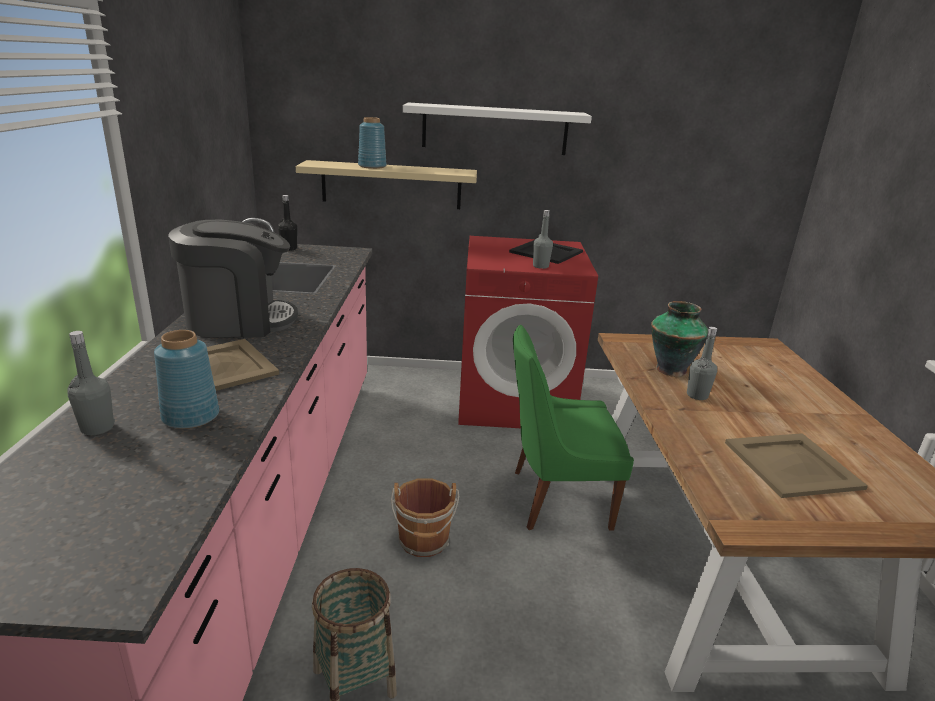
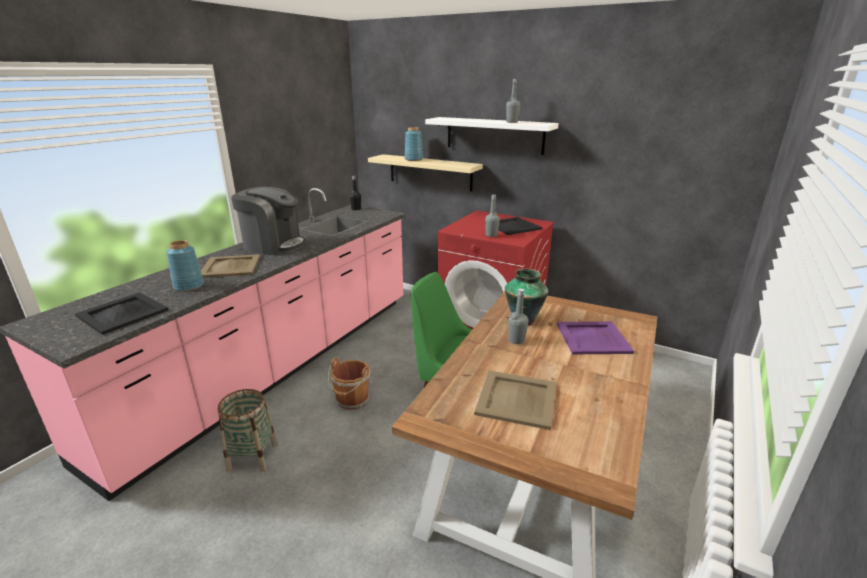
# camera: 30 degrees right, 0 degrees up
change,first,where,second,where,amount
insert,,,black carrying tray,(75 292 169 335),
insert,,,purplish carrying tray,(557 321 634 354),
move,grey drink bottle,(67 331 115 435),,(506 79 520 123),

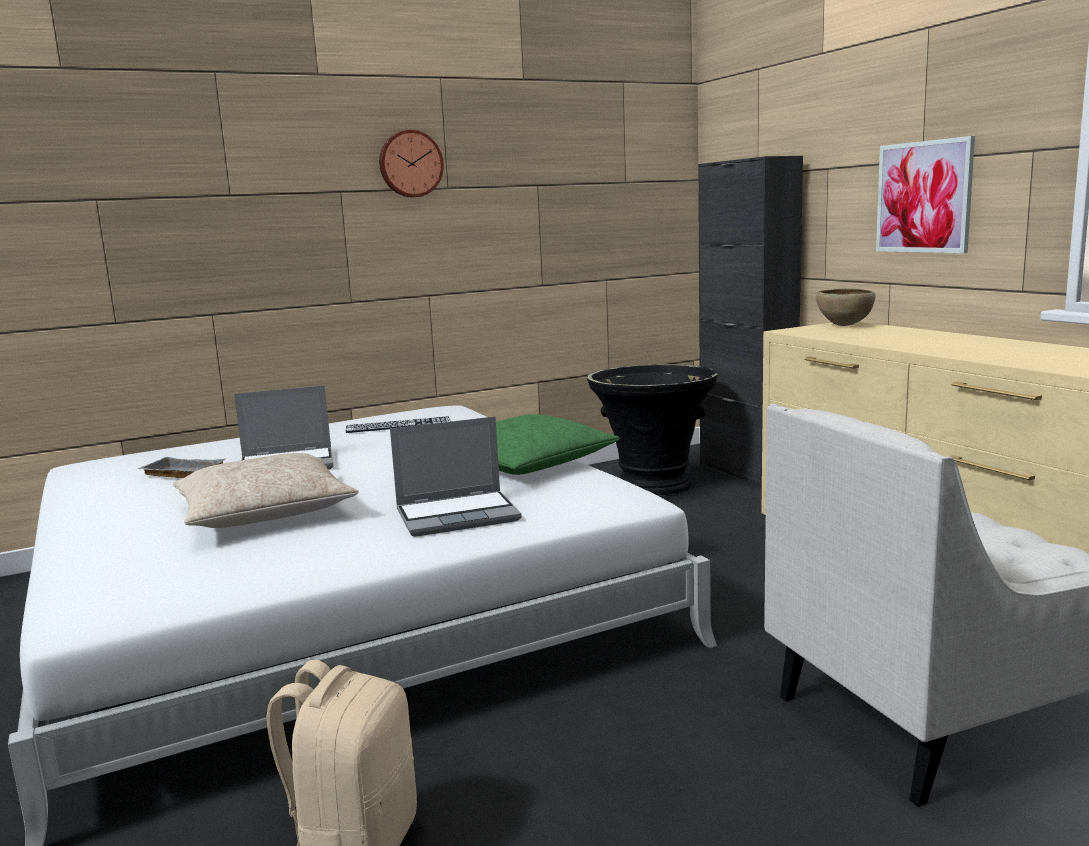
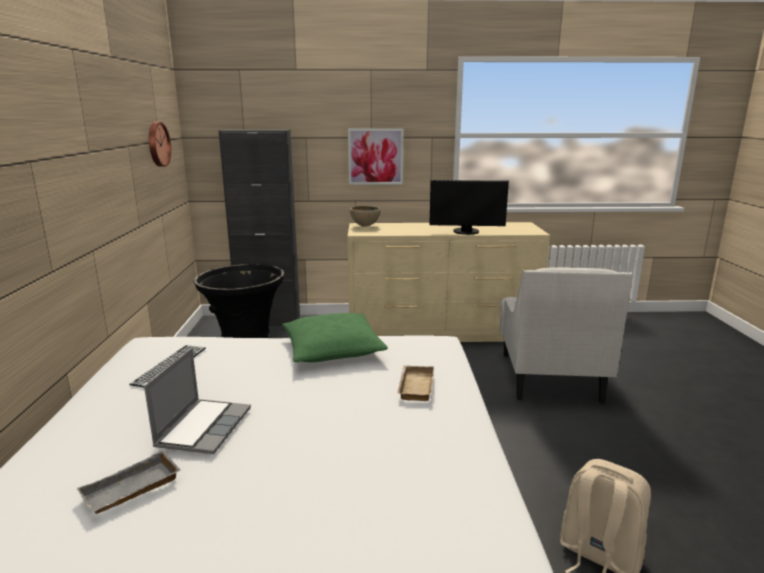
# camera: 65 degrees left, 5 degrees up
change,first,where,second,where,amount
delete,beige throw pillow,(173 453 359 528),,,
insert,,,computer screen,(429 180 509 235),
move,clock on the wall,(379 130 444 197),,(149 122 171 167),
replace,laptop,(390 416 522 537),beige carrying tray,(398 366 434 401),

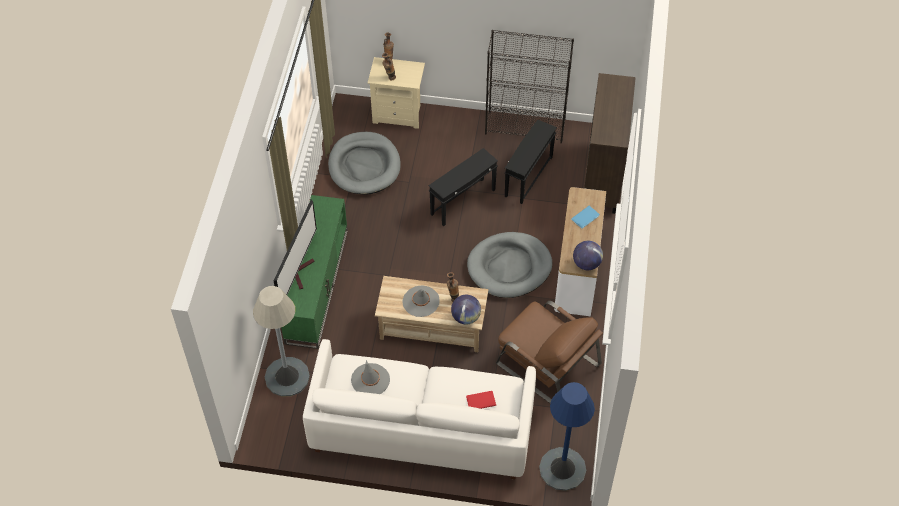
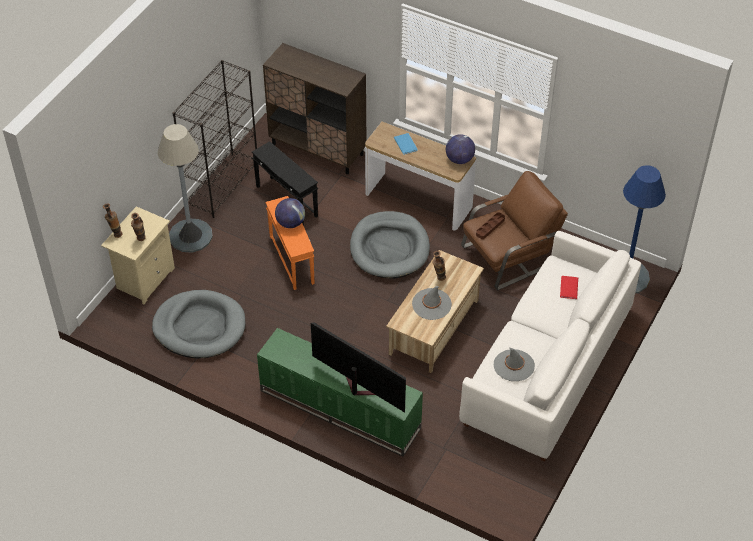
# camera: 70 degrees left, 5 degrees down
change,first,where,second,where,amount
insert,,,brown-coloured carrying tray,(476 212 505 239),
move,grey standing lamp,(253 286 310 397),,(158 124 213 253),
move,globe,(451 295 481 324),,(275 198 305 228),
recolor,black end table,(428 148 498 226),orange end table,(265 196 314 290),

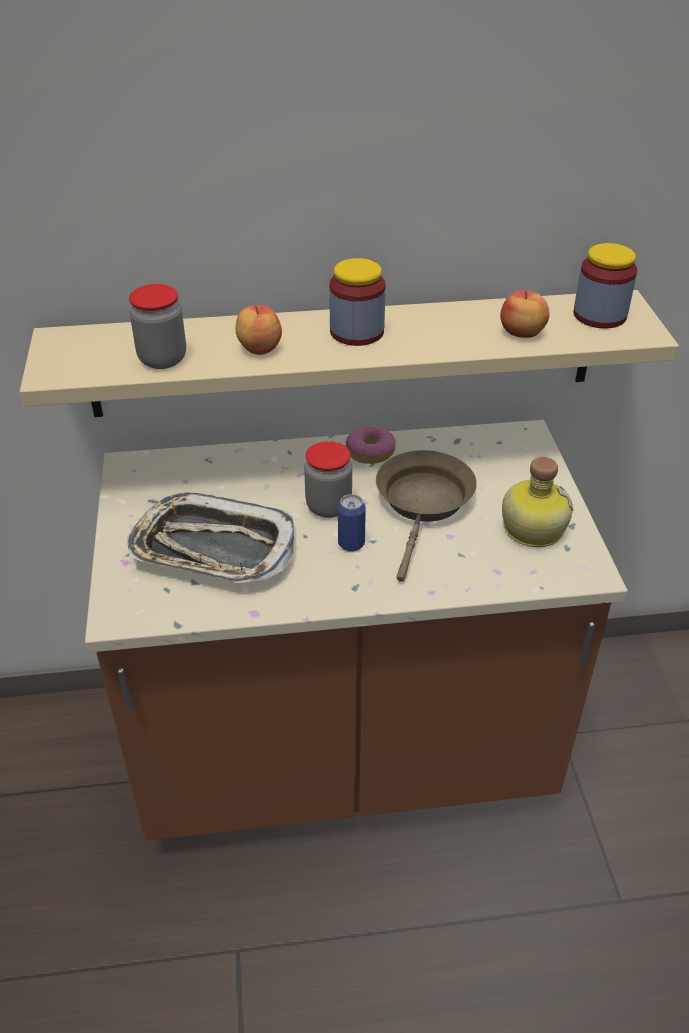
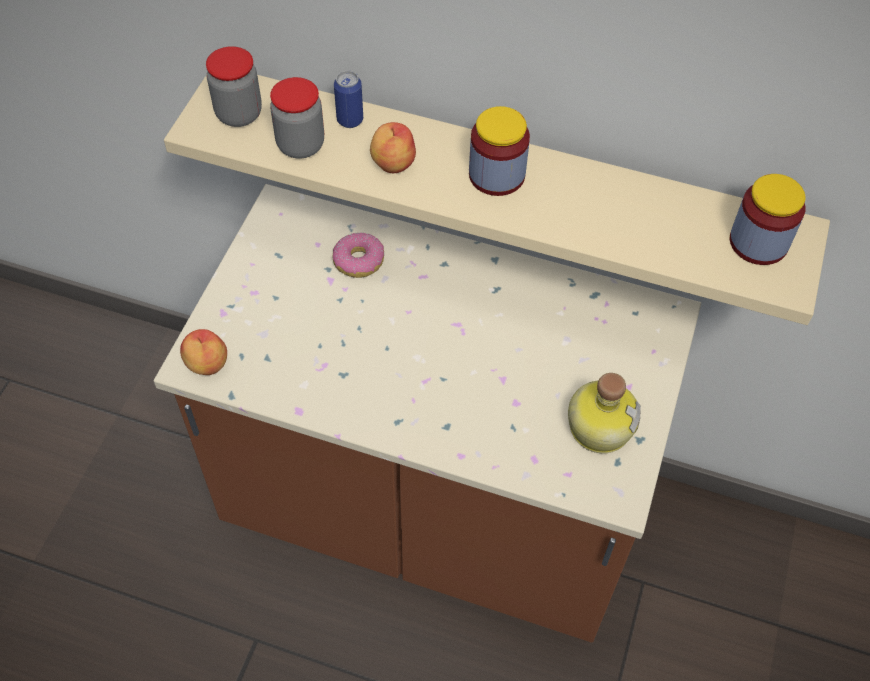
# camera: 25 degrees right, 15 degrees up
change,first,where,second,where,amount
delete,carrying tray,(127 492 294 583),,,
delete,brown-coloured pan,(376 450 477 582),,,
move,storage jar,(304 441 352 518),,(206 46 262 127),
move,metal can,(338 494 366 552),,(334 70 363 128),
move,ring doughnut,(346 425 396 464),,(332 232 384 278),
move,whole apple,(500 290 549 338),,(180 329 227 375),

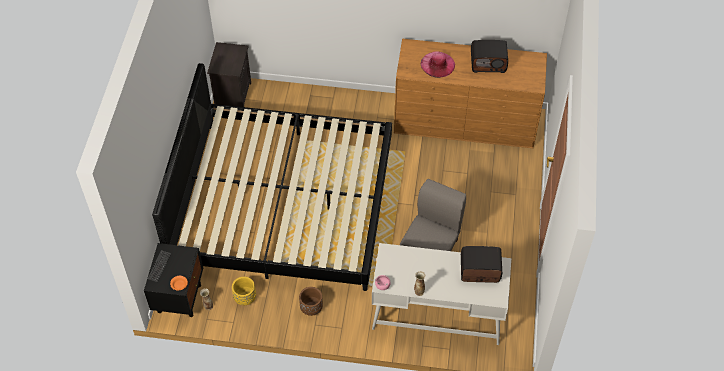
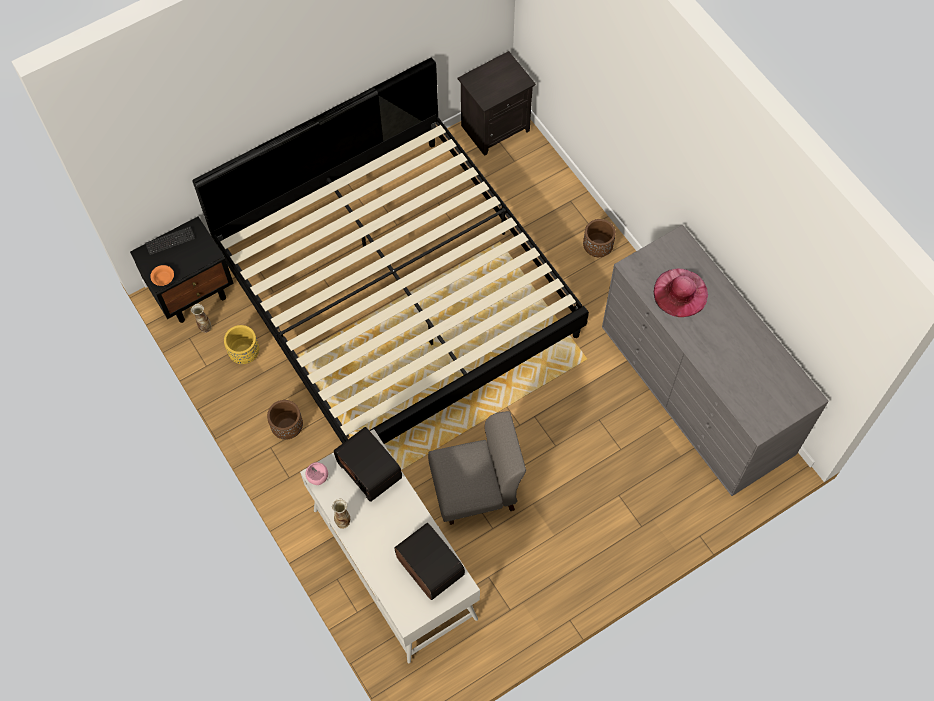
# camera: 50 degrees right, 10 degrees up
change,first,where,second,where,amount
insert,,,brown-coloured planter,(583 219 616 257),
move,radio set,(471 40 508 73),,(334 427 402 502),
recolor,brown-coloured dresser,(394 39 547 148),grey dresser,(602 225 829 496),

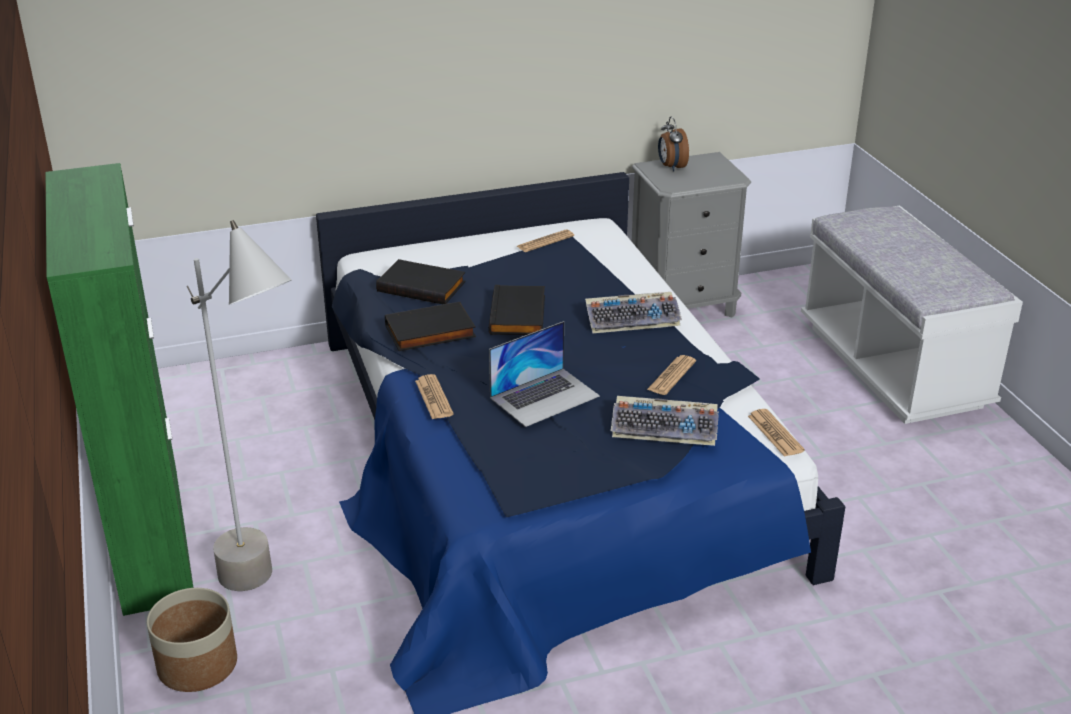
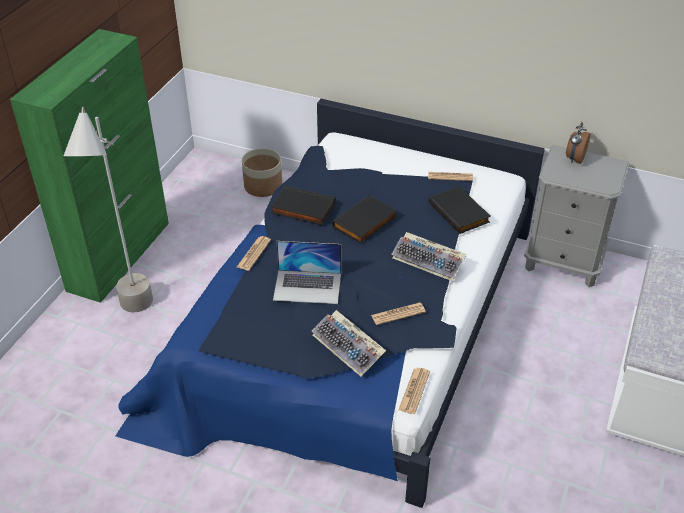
# camera: 40 degrees right, 10 degrees up
change,first,where,second,where,amount
move,planter,(147 588 237 692),,(242 148 282 197),
move,black book,(376 259 466 304),,(429 186 491 234),

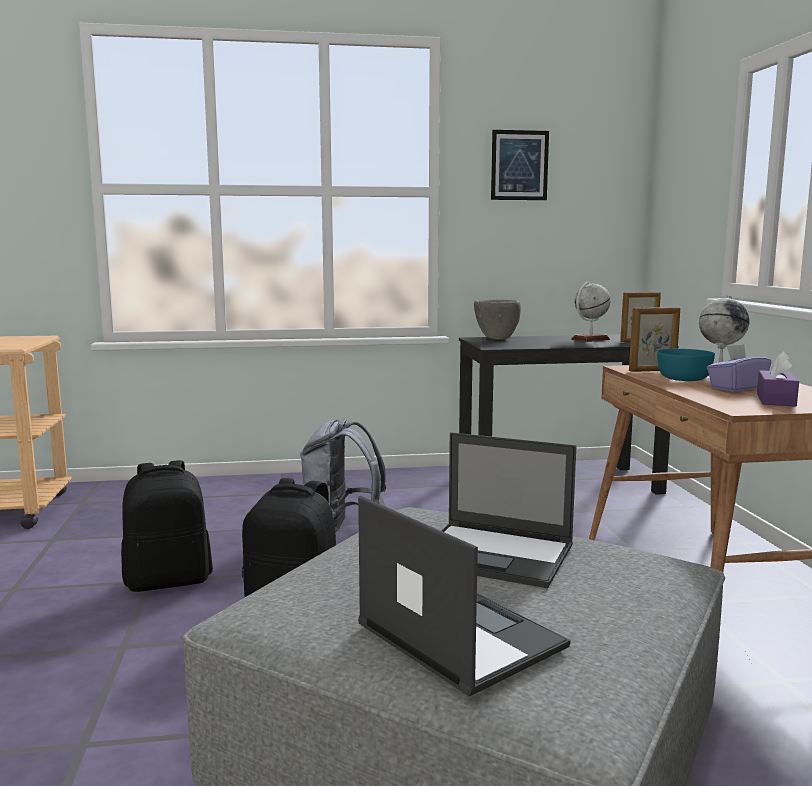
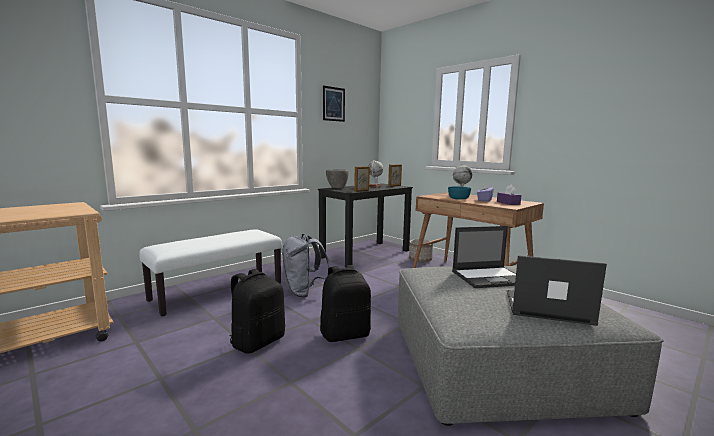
# camera: 35 degrees left, 0 degrees up
change,first,where,second,where,amount
insert,,,whitish long seat,(139 230 282 316),
insert,,,planter,(409 239 433 262),
move,photo frame,(629 307 680 372),,(354 166 370 192),

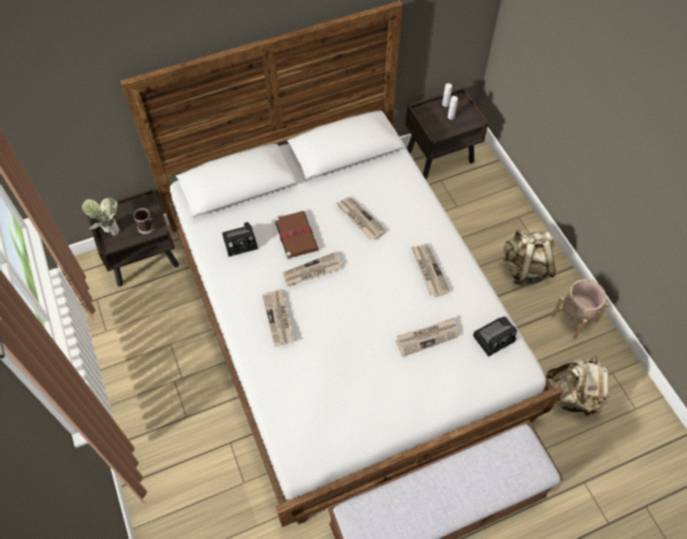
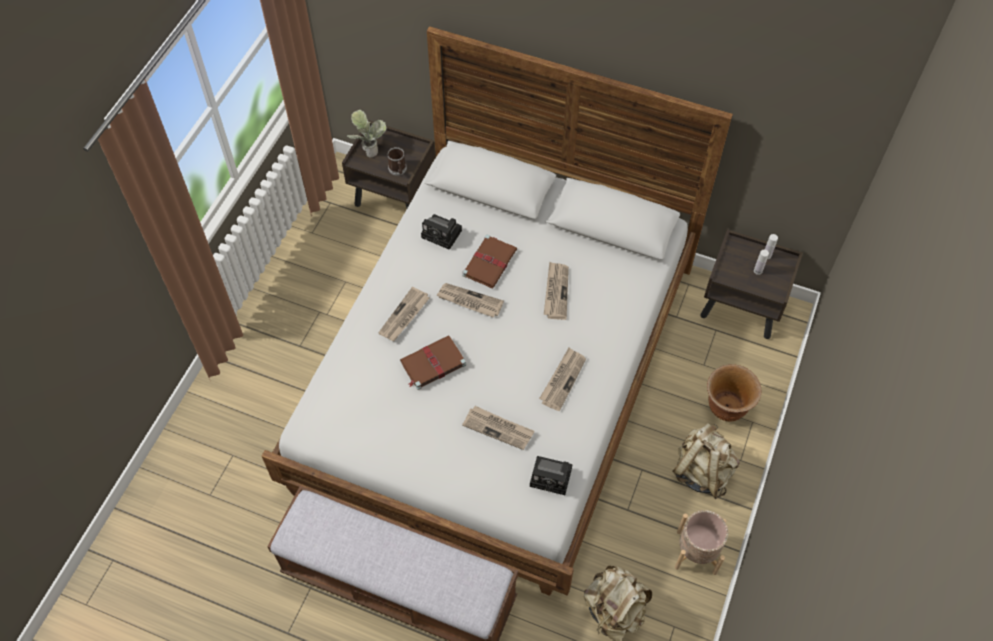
# camera: 45 degrees right, 0 degrees up
change,first,where,second,where,amount
insert,,,brown-coloured book,(400 336 466 390),
insert,,,brown-coloured planter,(707 364 762 421),

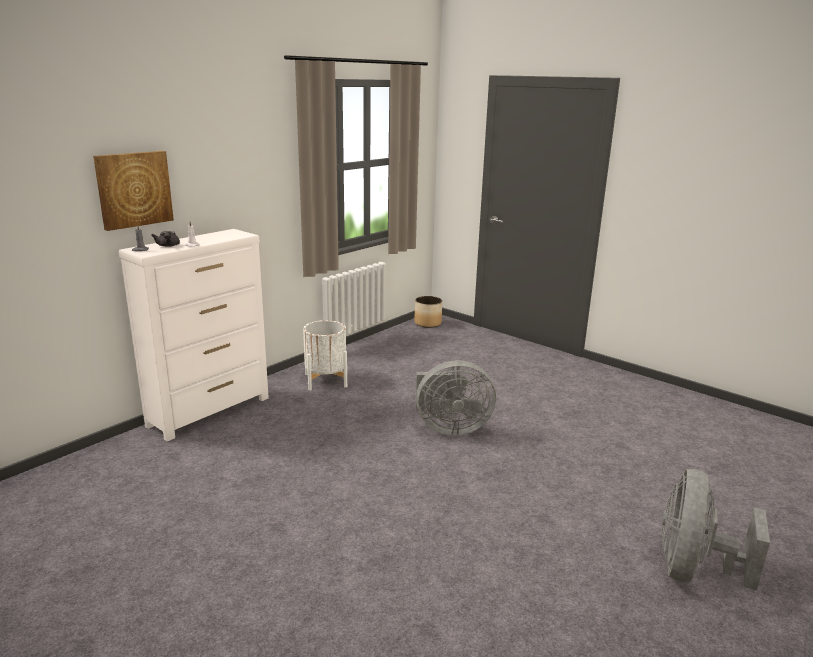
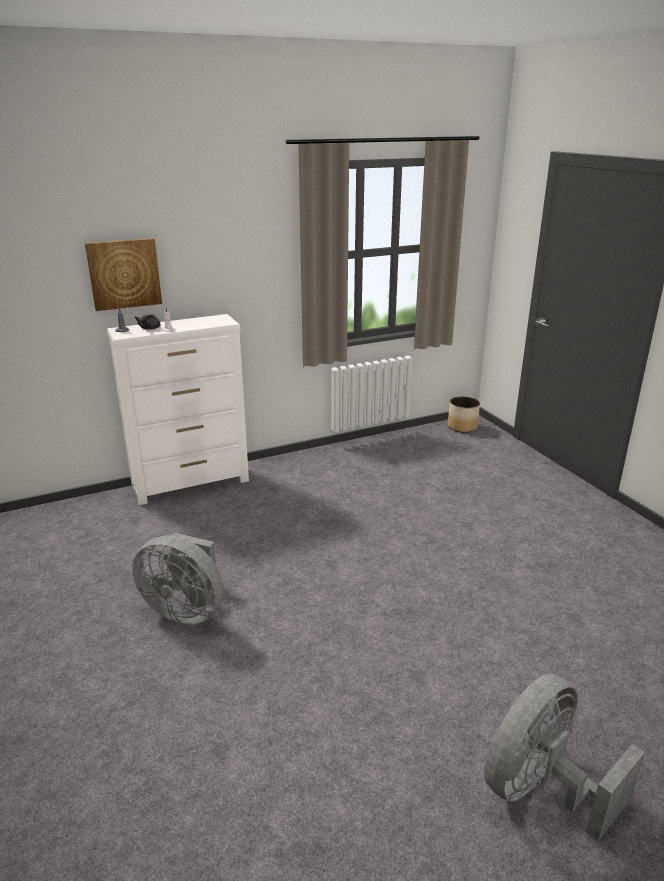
# camera: 25 degrees right, 5 degrees up
change,first,where,second,where,amount
delete,whitish planter,(303 320 347 390),,,
move,grey electric fan,(415 360 496 436),,(132 533 224 625),

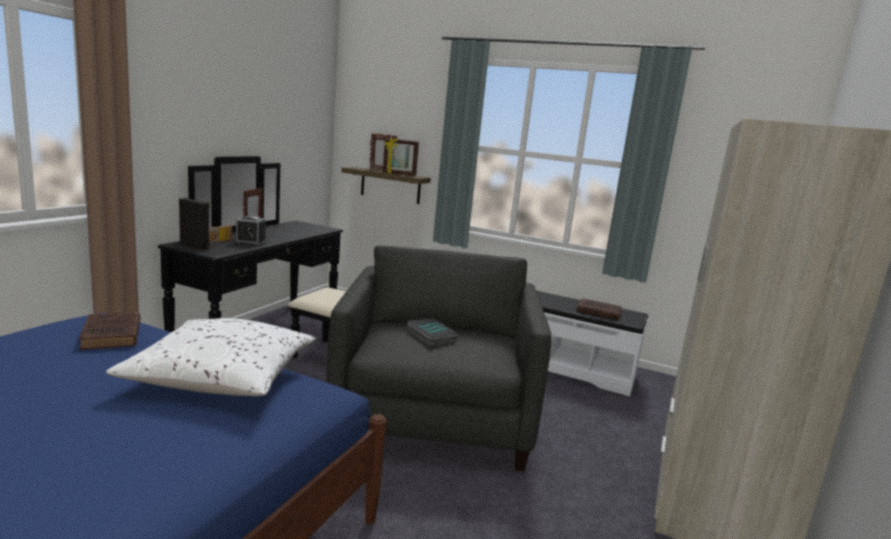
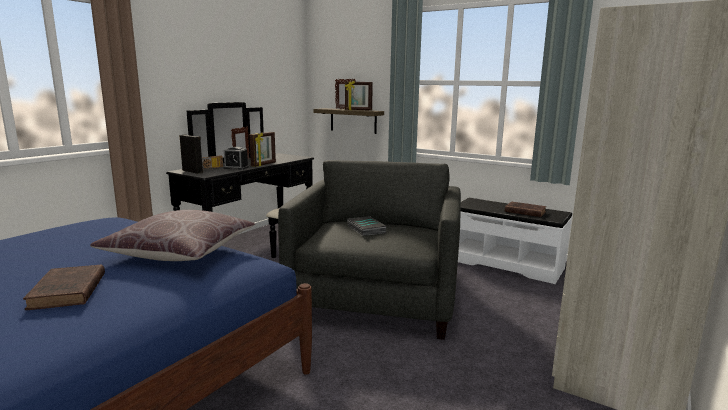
# camera: 10 degrees right, 0 degrees up
change,first,where,second,where,amount
insert,,,photo frame,(249 132 276 167),
move,brown-coloured book,(79 312 140 350),,(23 264 105 310),
recolor,whitish throw pillow,(106 318 316 396),brown-coloured throw pillow,(90 210 255 261),

